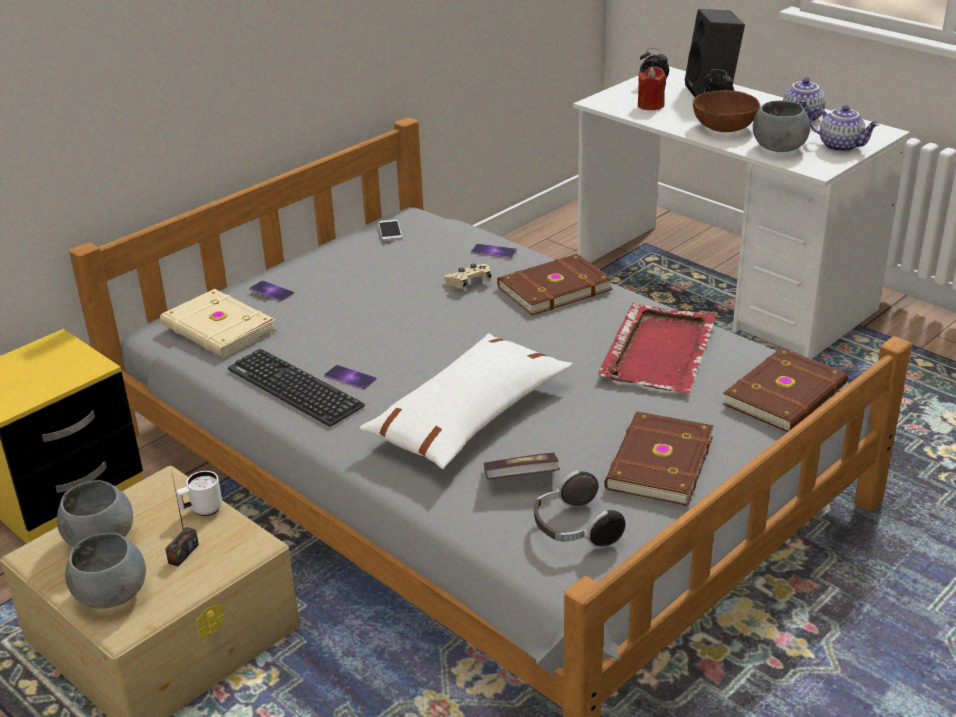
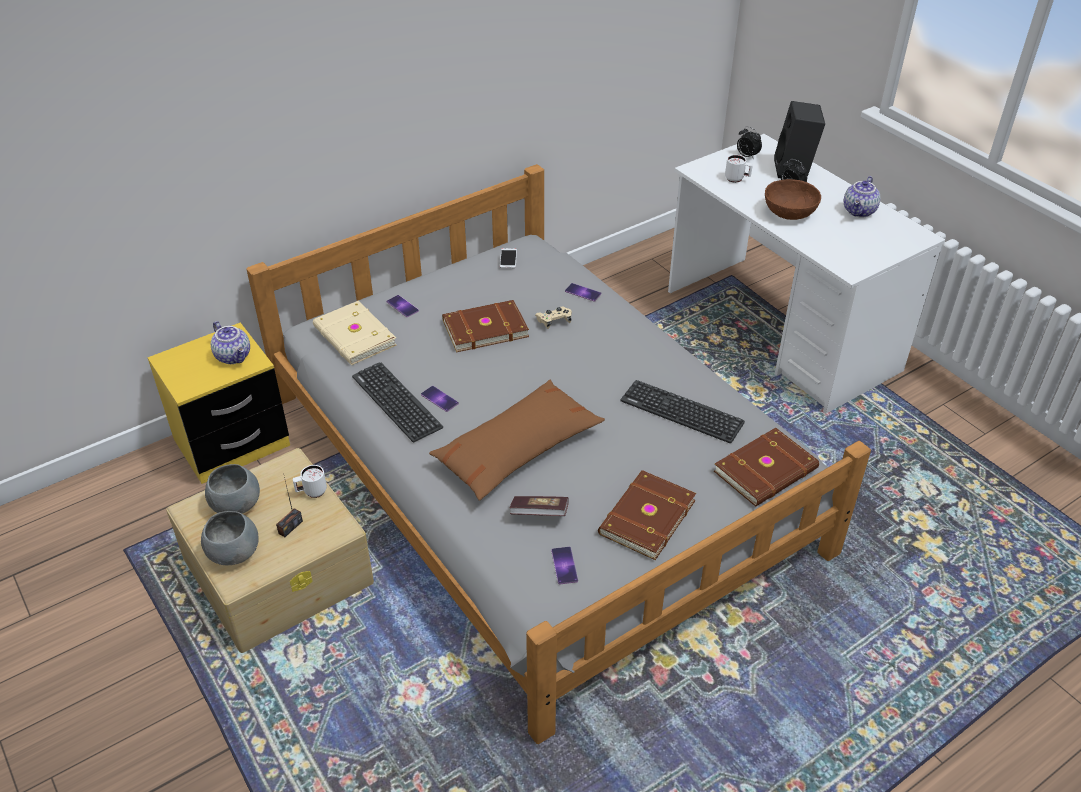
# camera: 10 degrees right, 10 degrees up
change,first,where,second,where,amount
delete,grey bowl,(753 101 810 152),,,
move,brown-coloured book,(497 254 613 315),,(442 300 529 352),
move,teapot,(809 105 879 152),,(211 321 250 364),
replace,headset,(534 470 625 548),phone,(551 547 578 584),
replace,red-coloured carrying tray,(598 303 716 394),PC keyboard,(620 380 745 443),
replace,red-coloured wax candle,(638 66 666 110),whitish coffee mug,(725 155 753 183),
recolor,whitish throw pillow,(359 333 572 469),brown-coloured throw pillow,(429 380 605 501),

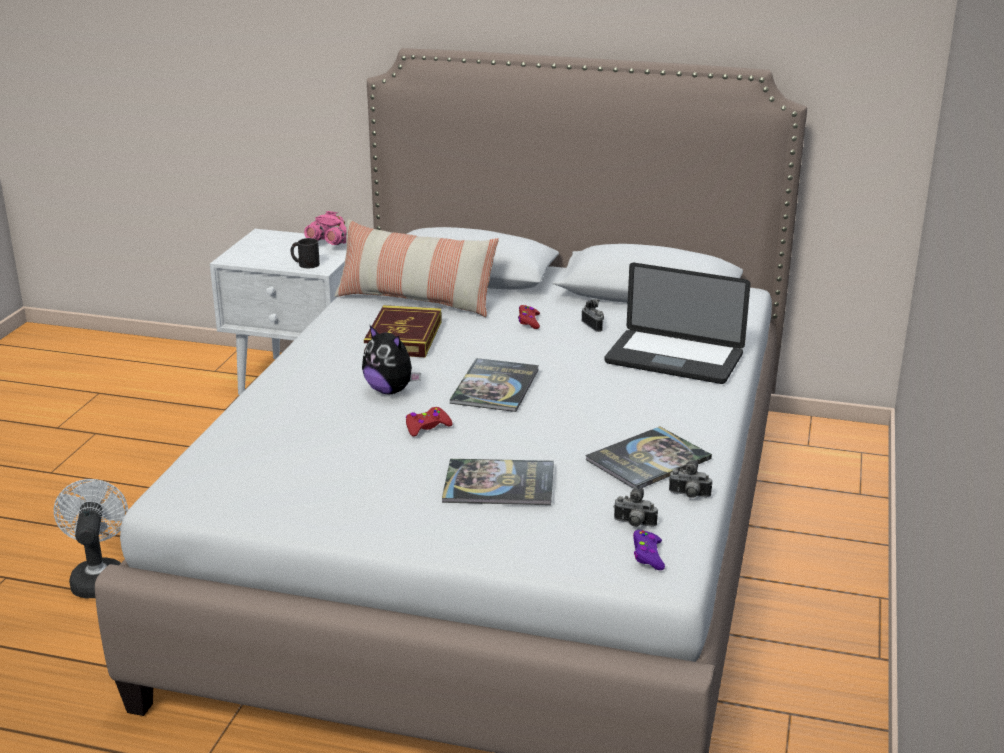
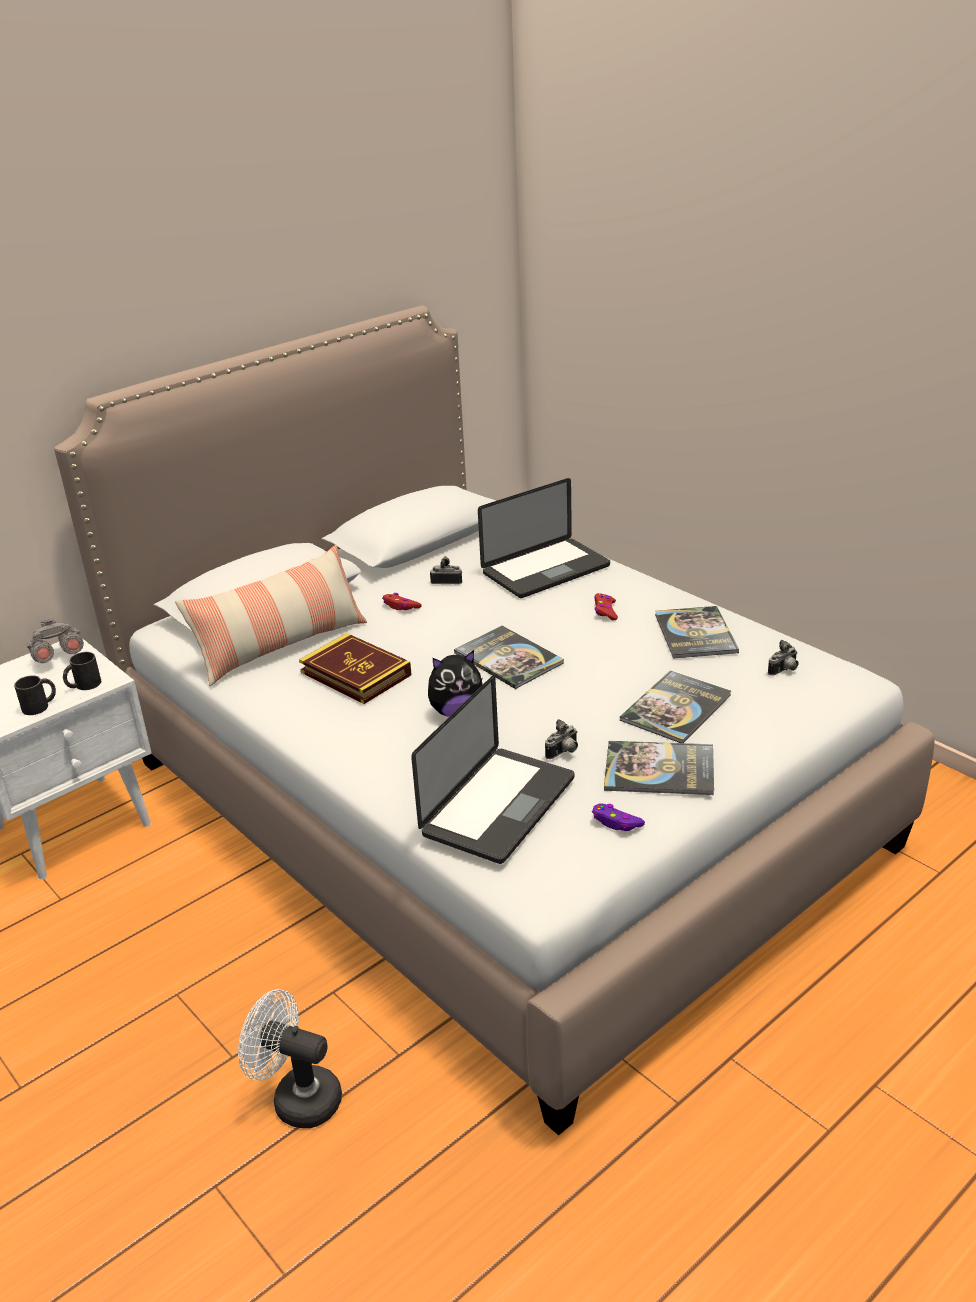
# camera: 55 degrees left, 5 degrees up
change,first,where,second,where,amount
insert,,,black coffee mug,(14 676 56 715),
insert,,,laptop,(411 675 574 864),
insert,,,book,(604 741 714 795),
move,red-coloured gamepad,(406 407 453 437),,(594 593 618 620),
move,purplish gamepad,(633 530 665 570),,(592 803 645 831),
move,still camera,(669 460 712 498),,(545 719 578 759),
recolor,pink field glasses,(304 211 346 245),grey field glasses,(27 618 84 663),

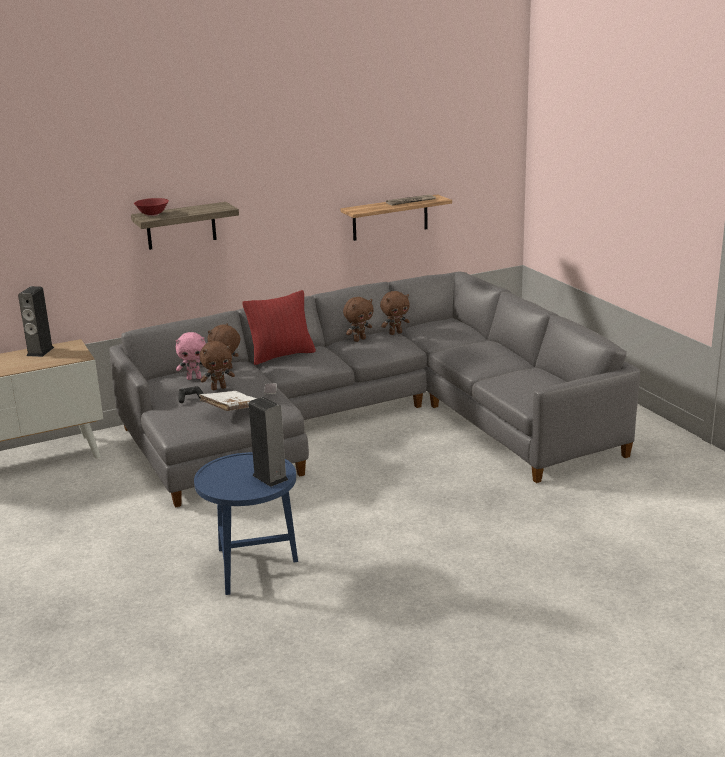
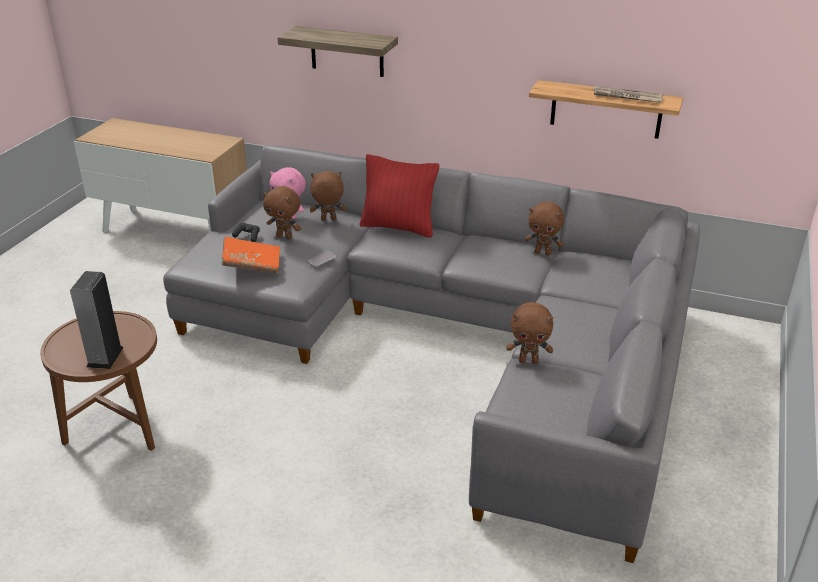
# camera: 45 degrees right, 10 degrees up
change,first,where,second,where,amount
delete,speaker,(18 286 54 357),,,
delete,red-coloured bowl,(134 198 169 216),,,
move,brown-coloured plush toy,(343 297 374 342),,(507 302 553 364),
recolor,blue-coloured end table,(194 452 298 595),brown-coloured end table,(40 311 157 451),
recolor,whitish book,(199 391 257 411),orange book,(222 236 280 274),

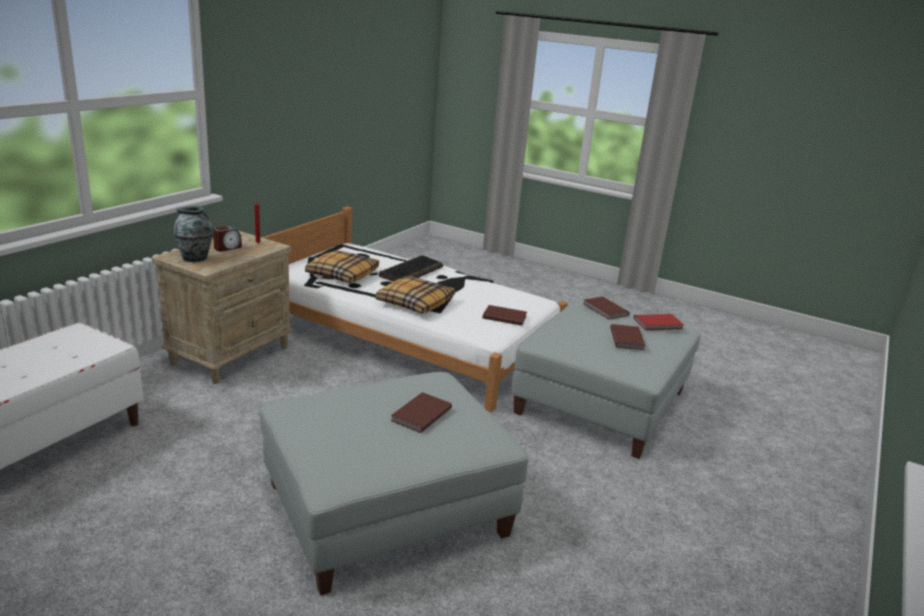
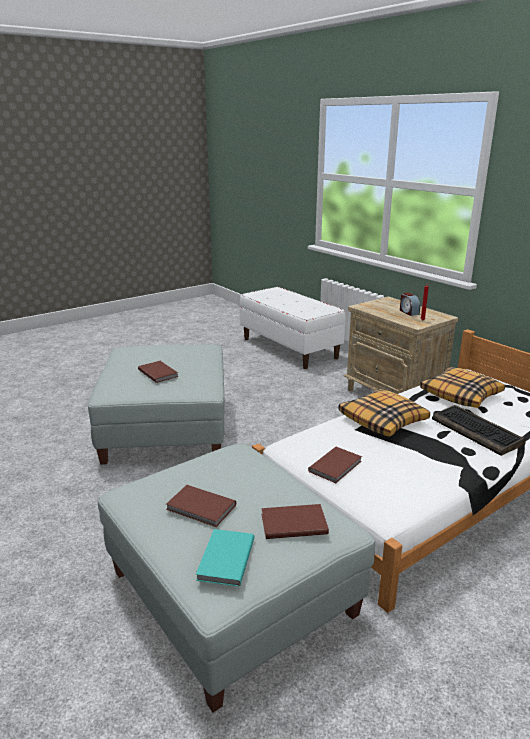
# camera: 115 degrees right, 0 degrees up
change,first,where,second,where,amount
delete,decorative vase,(174 206 213 262),,,
recolor,red-coloured book,(634 314 684 330),turquoise book,(196 529 254 587),

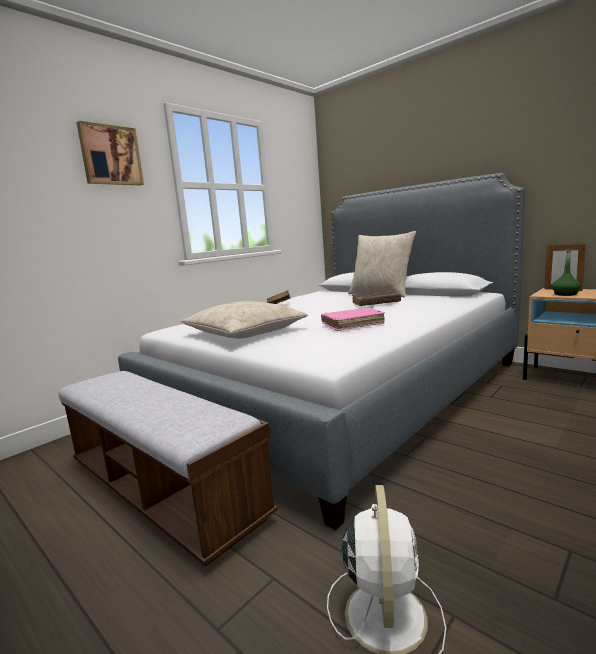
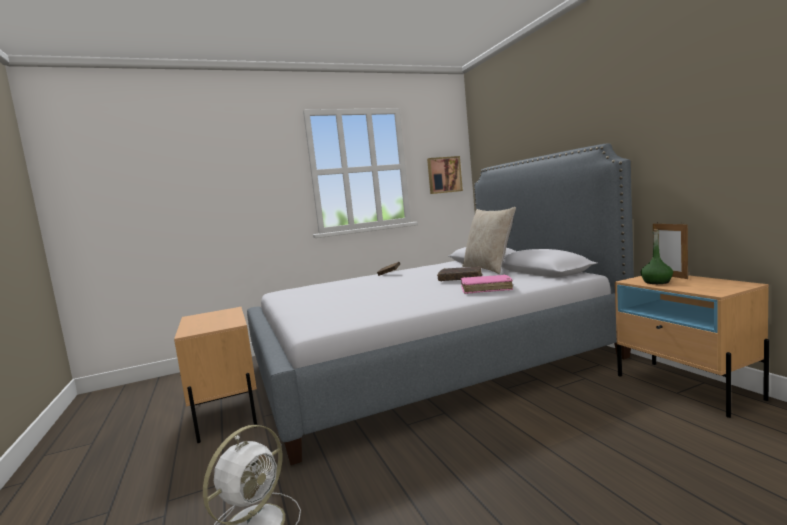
# camera: 25 degrees right, 5 degrees down
change,first,where,second,where,amount
delete,beige throw pillow,(181 301 308 339),,,
move,wall art,(76 121 144 185),,(427 156 463 194),
move,pink book,(321 308 385 331),,(461 275 513 294),
replace,long seat,(59 371 278 567),beige night table,(174 307 257 443),

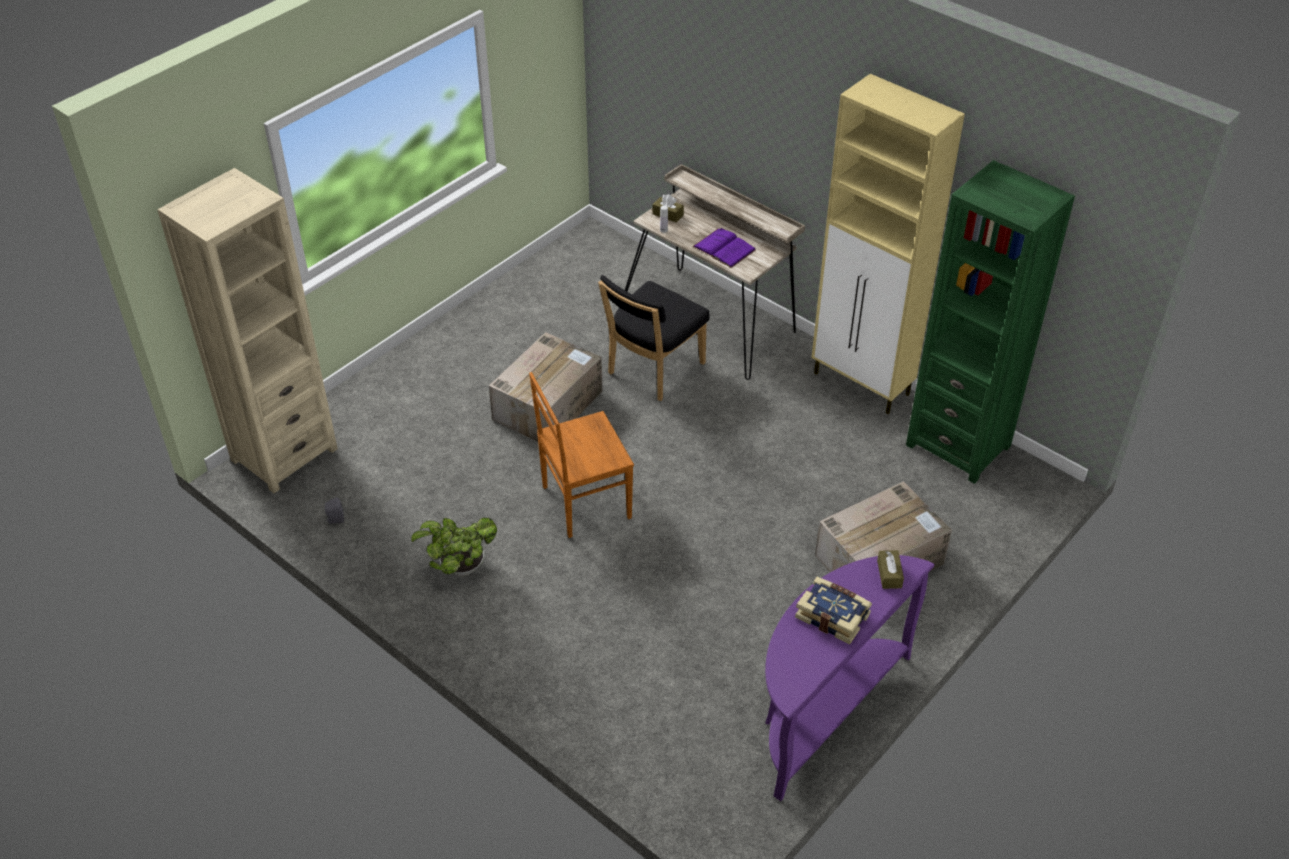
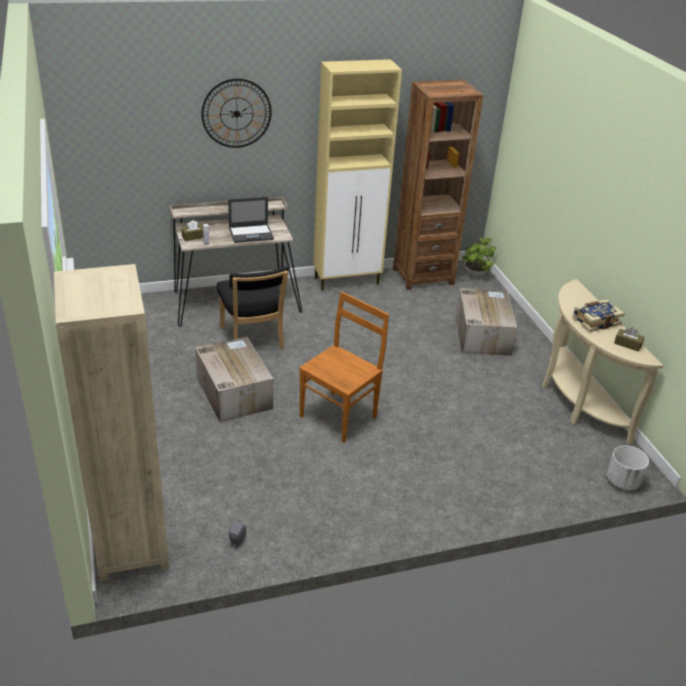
# camera: 60 degrees left, 10 degrees down
change,first,where,second,where,amount
insert,,,clock on the wall,(201 79 272 148),
insert,,,whitish planter,(607 445 649 490),
move,potted plant,(411 518 497 576),,(462 237 496 277),
move,brown-coloured tissue box,(877 550 904 589),,(614 327 644 352),
replace,purplish book,(693 228 756 268),laptop,(228 197 274 243),
recolor,purplish console table,(765 555 934 801),beige console table,(542 280 664 445),
recolor,green bookcase,(906 160 1075 484),brown-coloured bookcase,(393 80 484 290),
rotate,brown-coloured chair,(529 372 634 538),,(299 292 389 443),150 degrees counterclockwise

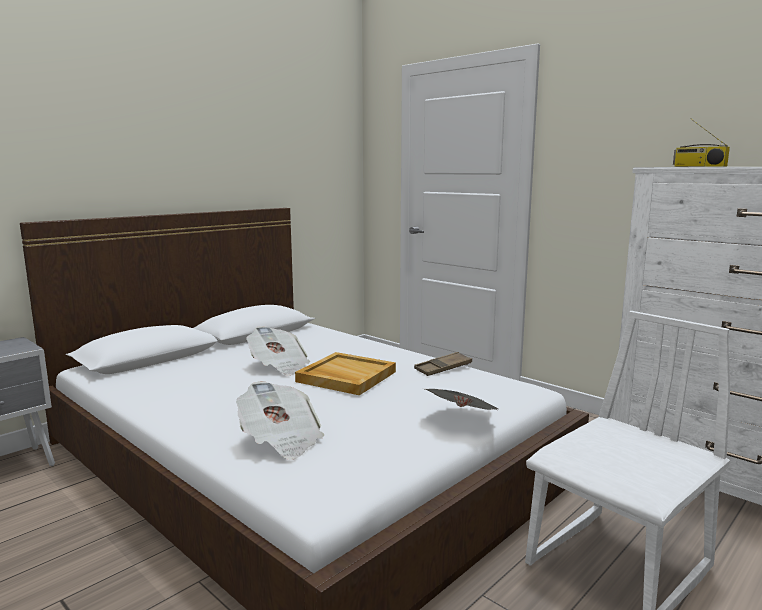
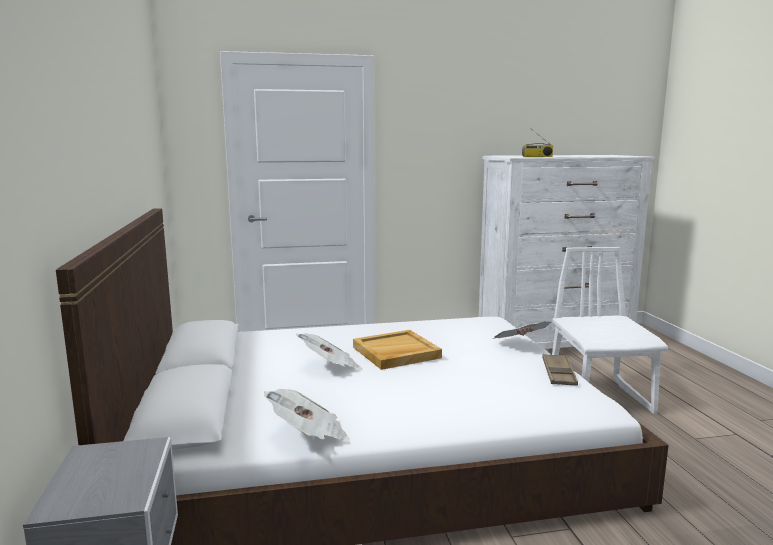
# camera: 55 degrees left, 0 degrees up
change,first,where,second,where,amount
move,newspaper,(236 381 324 460),,(264 389 350 440),
move,brown-coloured carrying tray,(414 352 472 376),,(542 354 578 386),

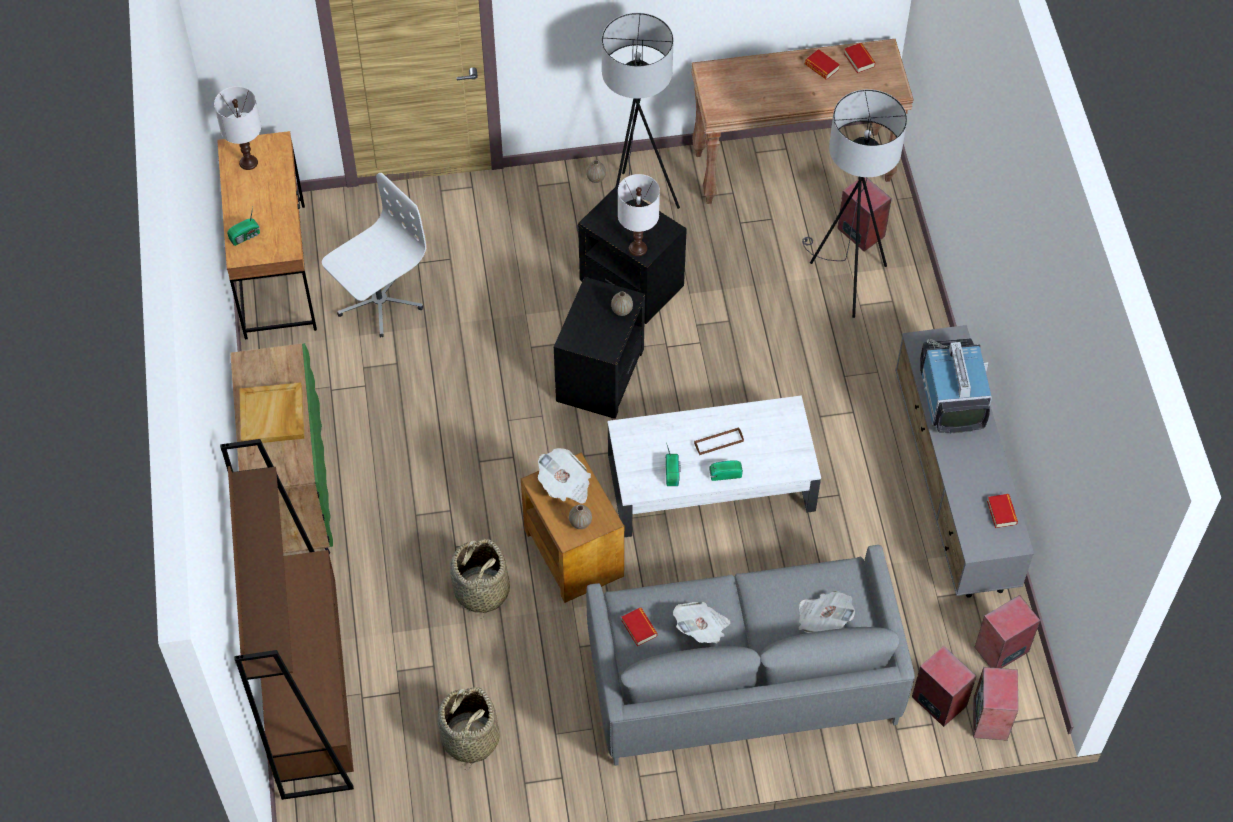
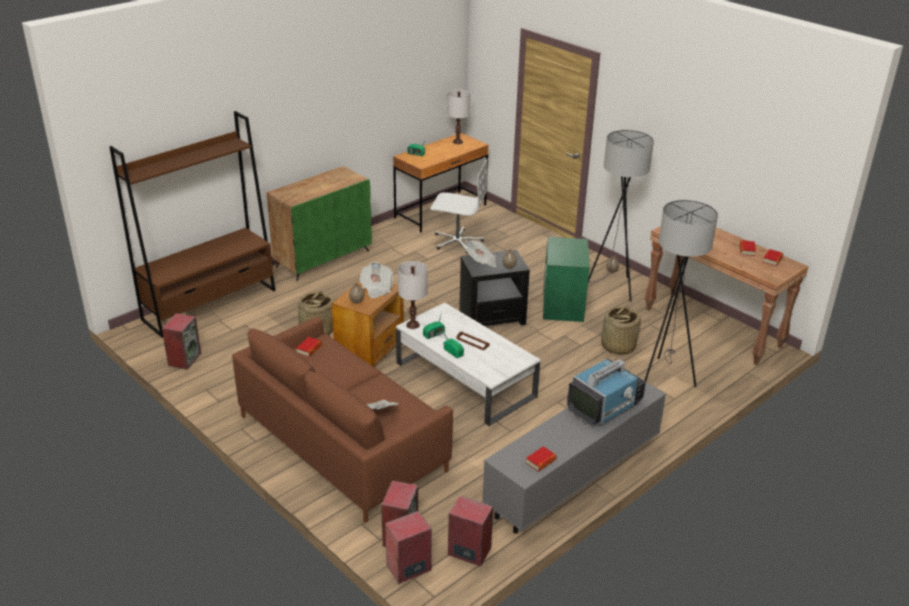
# camera: 55 degrees right, 25 degrees down
change,first,where,second,where,amount
delete,beige carrying tray,(239 382 305 443),,,
move,basket,(437 687 500 770),,(599 306 641 354),
move,whitish lamp for a table,(618 174 660 256),,(398 261 428 329),
move,newspaper,(673 602 731 643),,(465 240 496 267),
move,speaker,(837 177 892 252),,(162 313 201 370),
recolor,black end table,(578 185 687 324),green end table,(543 237 590 322),
recolor,grey settee,(586 545 915 766),brown-coloured settee,(232 317 453 523),

